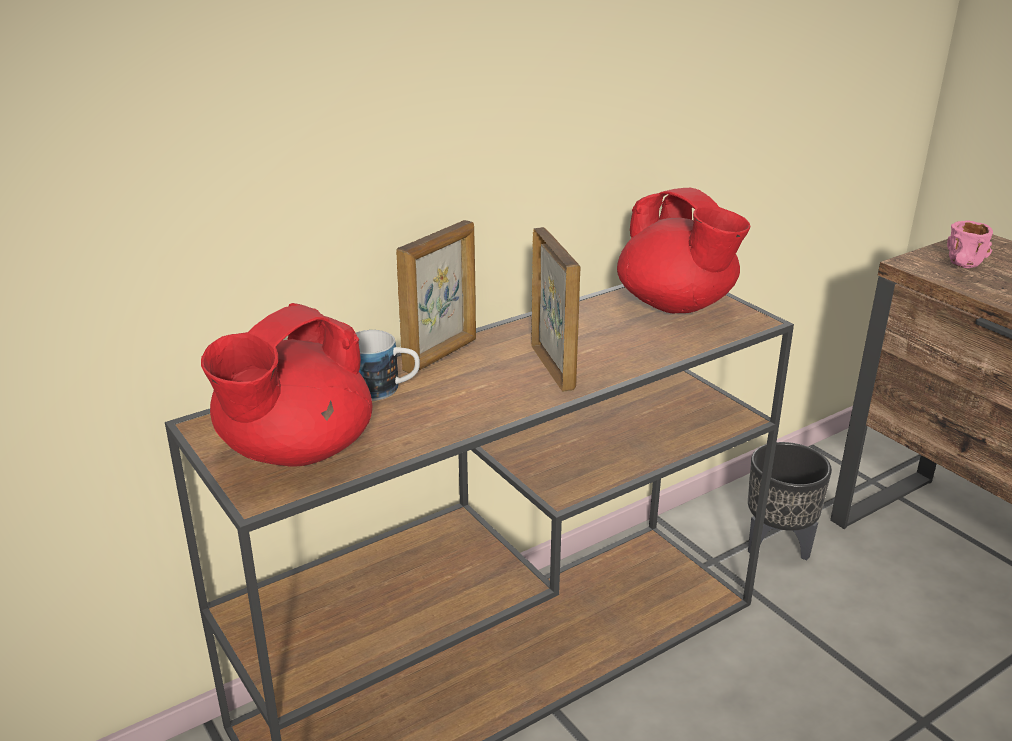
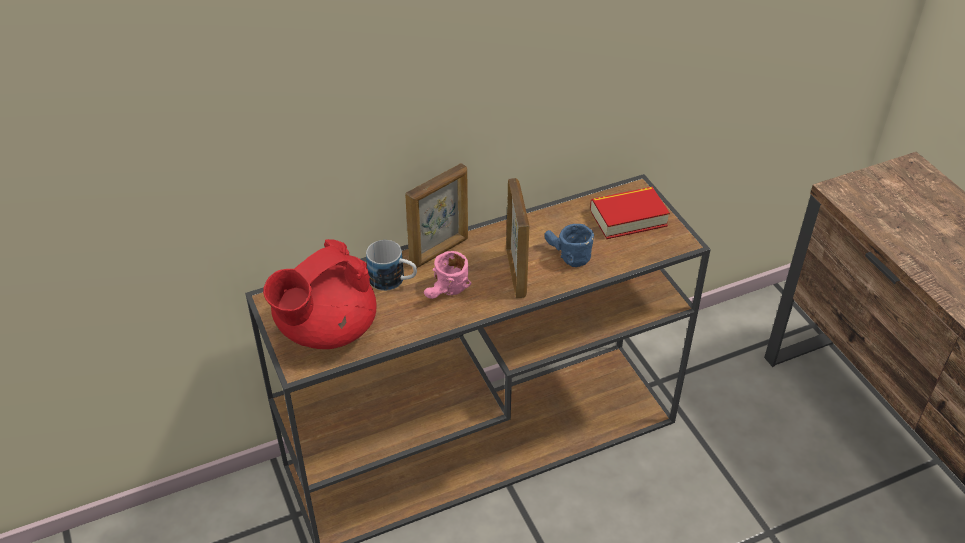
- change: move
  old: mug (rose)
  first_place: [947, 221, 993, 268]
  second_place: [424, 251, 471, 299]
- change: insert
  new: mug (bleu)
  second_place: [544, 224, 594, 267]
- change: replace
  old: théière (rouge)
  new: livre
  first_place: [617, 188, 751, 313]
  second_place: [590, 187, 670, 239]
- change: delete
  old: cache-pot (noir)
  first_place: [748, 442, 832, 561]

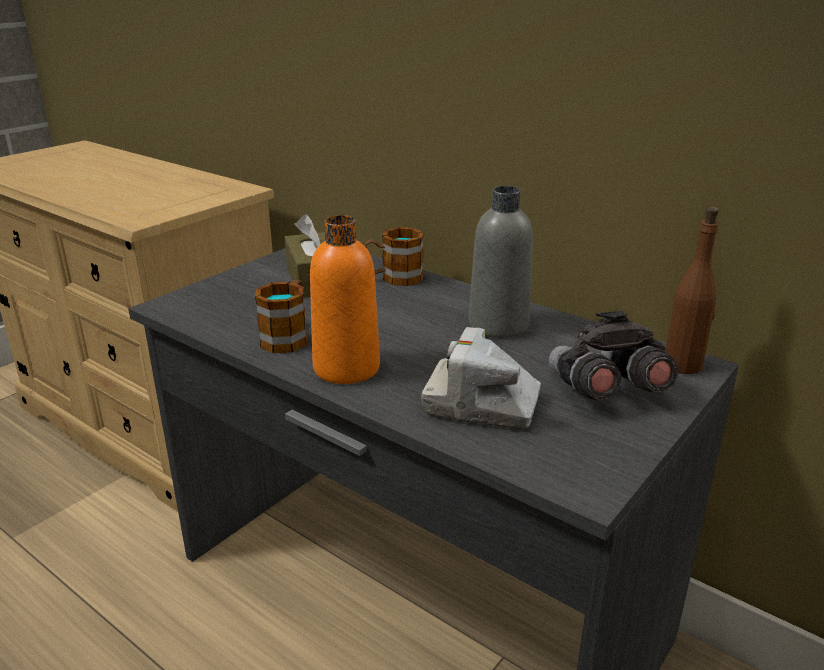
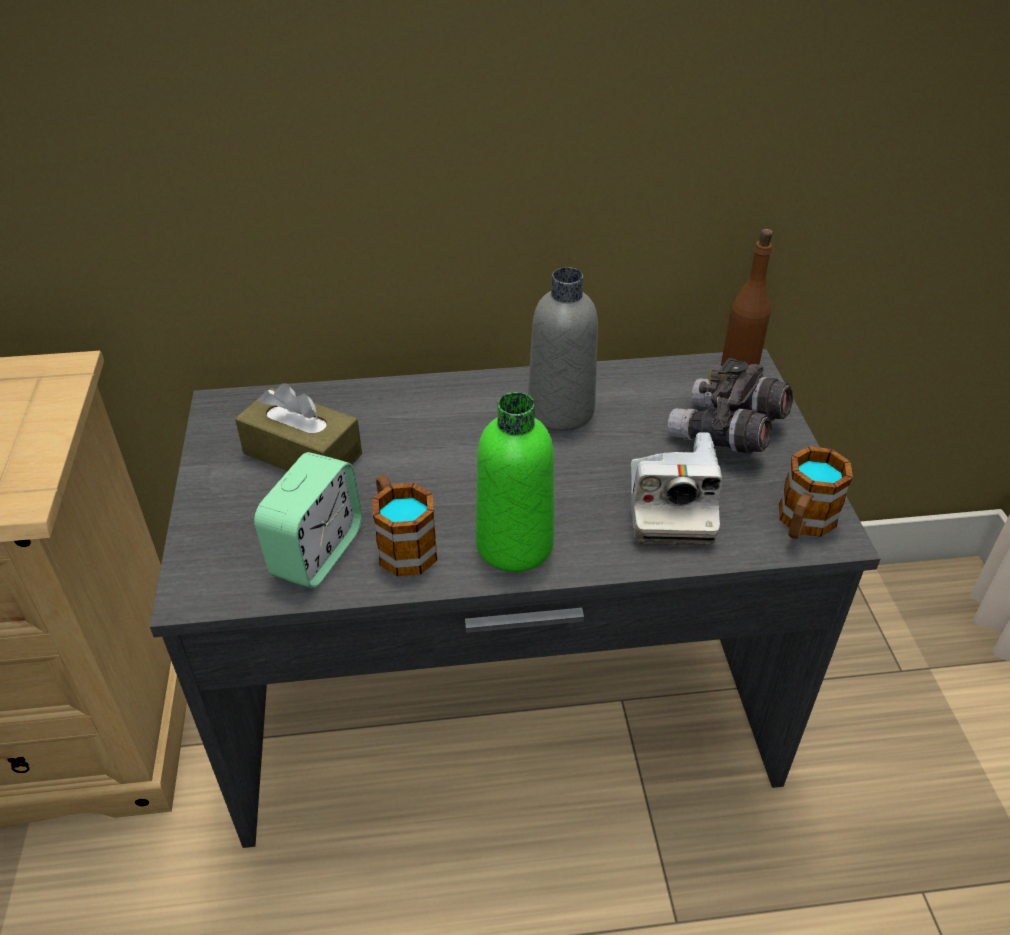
- change: insert
  new: réveil
  second_place: [254, 452, 362, 588]
- change: recolor
  old: bouteille (orange)
  new: bouteille (vert)
  first_place: [310, 215, 380, 384]
  second_place: [475, 392, 554, 572]
- change: rotate
  old: appareil photo
  first_place: [421, 327, 541, 429]
  second_place: [630, 432, 722, 546]
  degrees: -60
- change: move
  old: mug
  first_place: [364, 227, 424, 286]
  second_place: [779, 446, 853, 539]

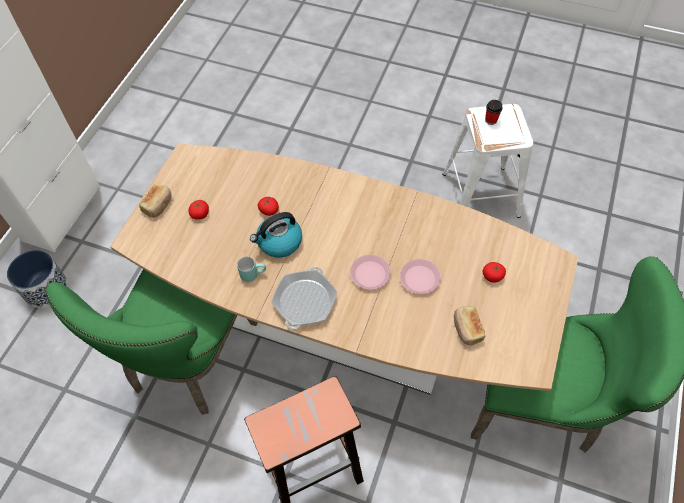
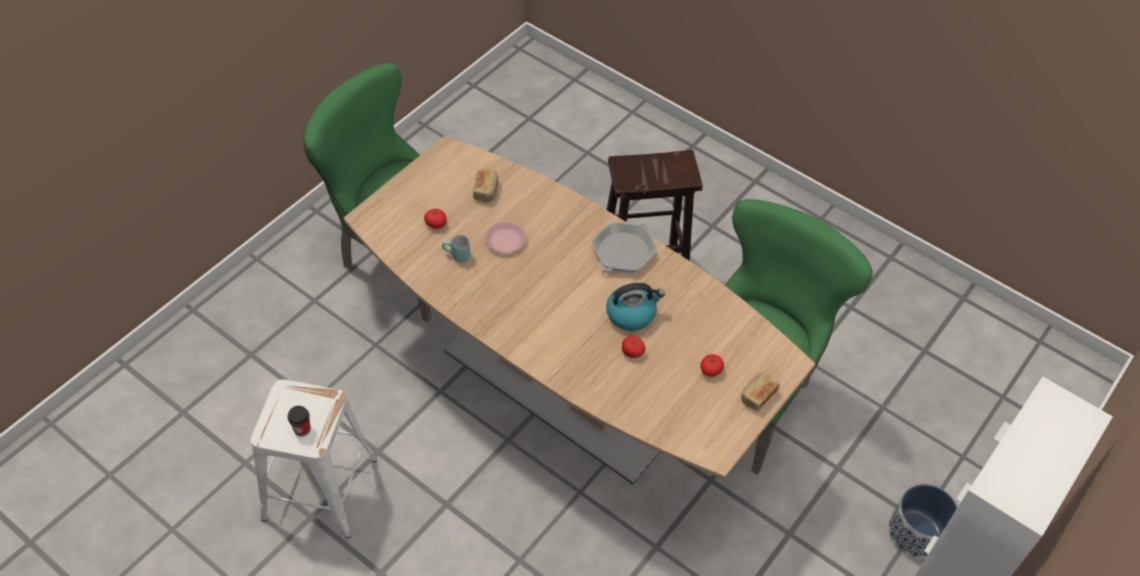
- change: move
  old: mug (turquoise)
  first_place: [237, 256, 266, 282]
  second_place: [442, 235, 470, 262]
- change: delete
  old: assiette (rose)
  first_place: [350, 255, 391, 290]

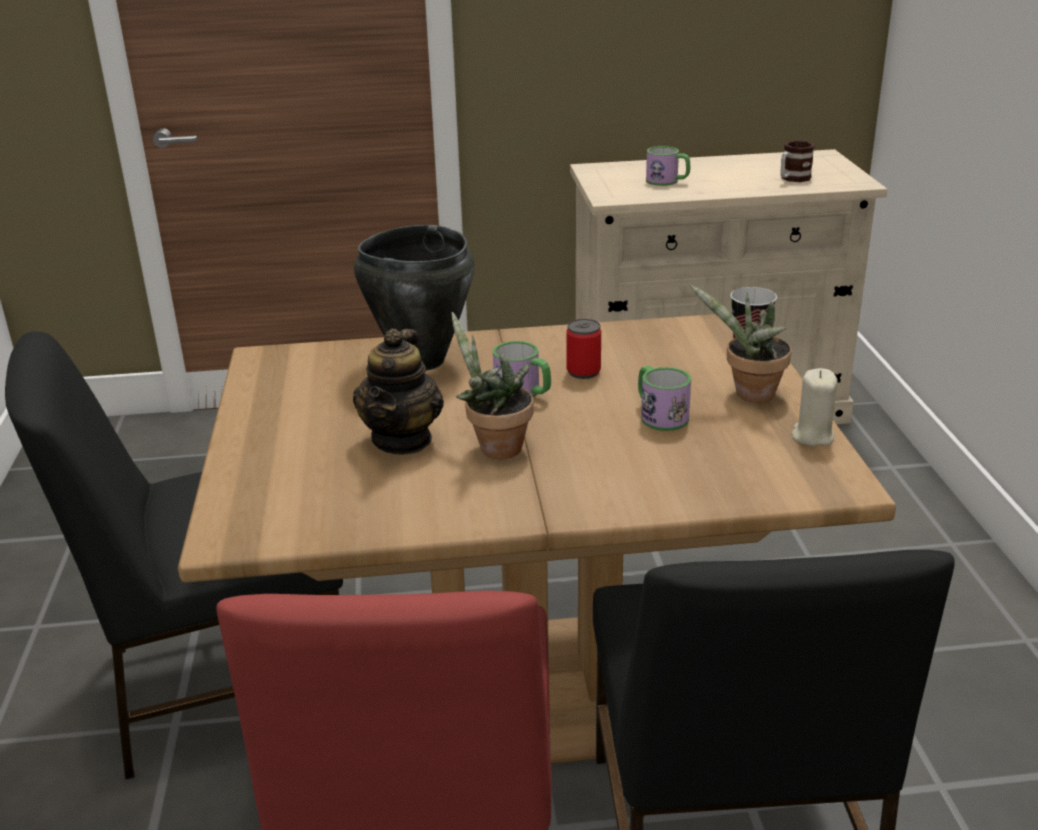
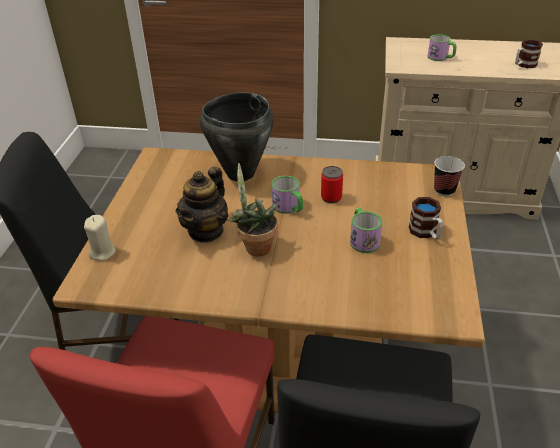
- change: move
  old: bougie (beige)
  first_place: [792, 368, 838, 446]
  second_place: [84, 215, 116, 261]
- change: replace
  old: plante en pot
  new: mug
  first_place: [689, 284, 791, 402]
  second_place: [409, 197, 443, 239]

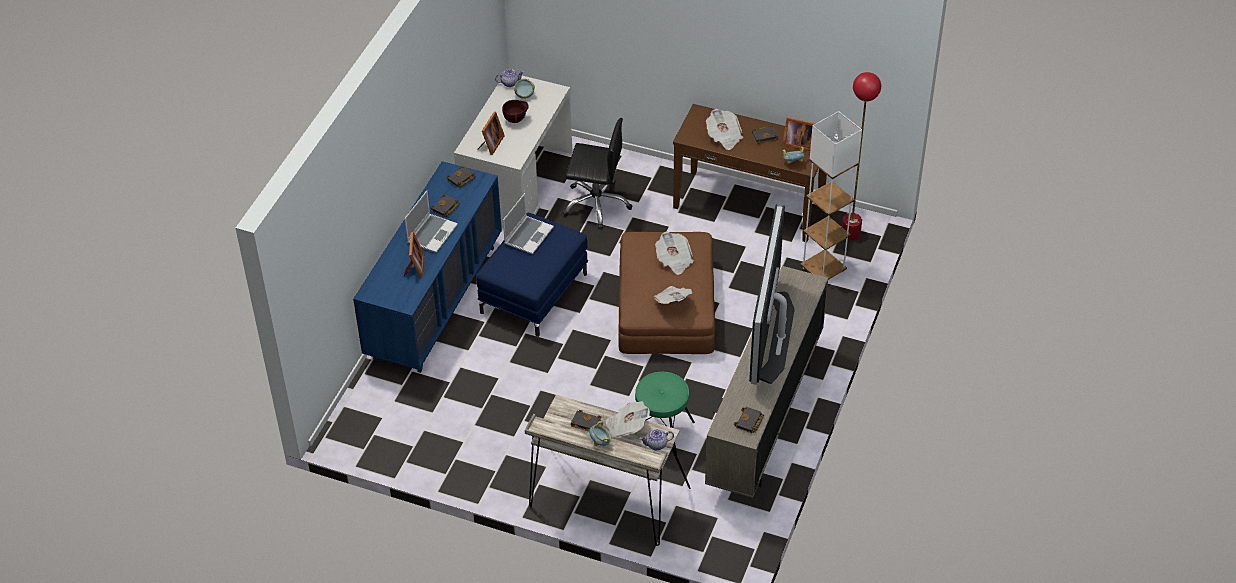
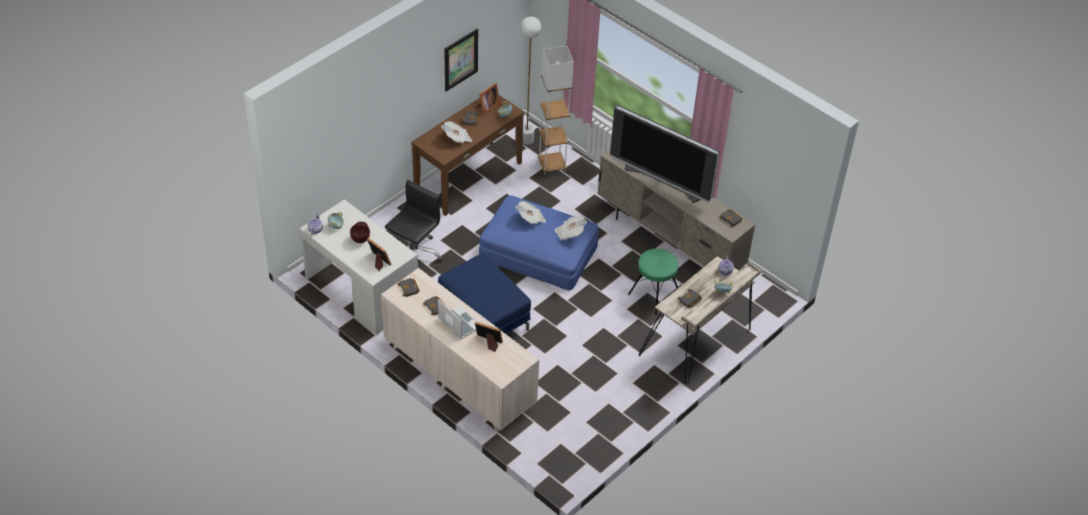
- change: recolor
  old: commode (bleu)
  new: commode (beige)
  first_place: [353, 161, 502, 373]
  second_place: [381, 268, 539, 432]
- change: insert
  new: tableau
  second_place: [444, 29, 478, 91]
- change: recolor
  old: pouf (marron)
  new: pouf (bleu)
  first_place: [618, 232, 715, 354]
  second_place: [479, 195, 599, 290]
- change: recolor
  old: lampadaire (rouge)
  new: lampadaire (blanc)
  first_place: [842, 72, 881, 240]
  second_place: [521, 16, 541, 145]
- change: delete
  old: ordinateur portable
  first_place: [503, 193, 554, 254]
- change: delete
  old: journal
  first_place: [605, 401, 650, 438]

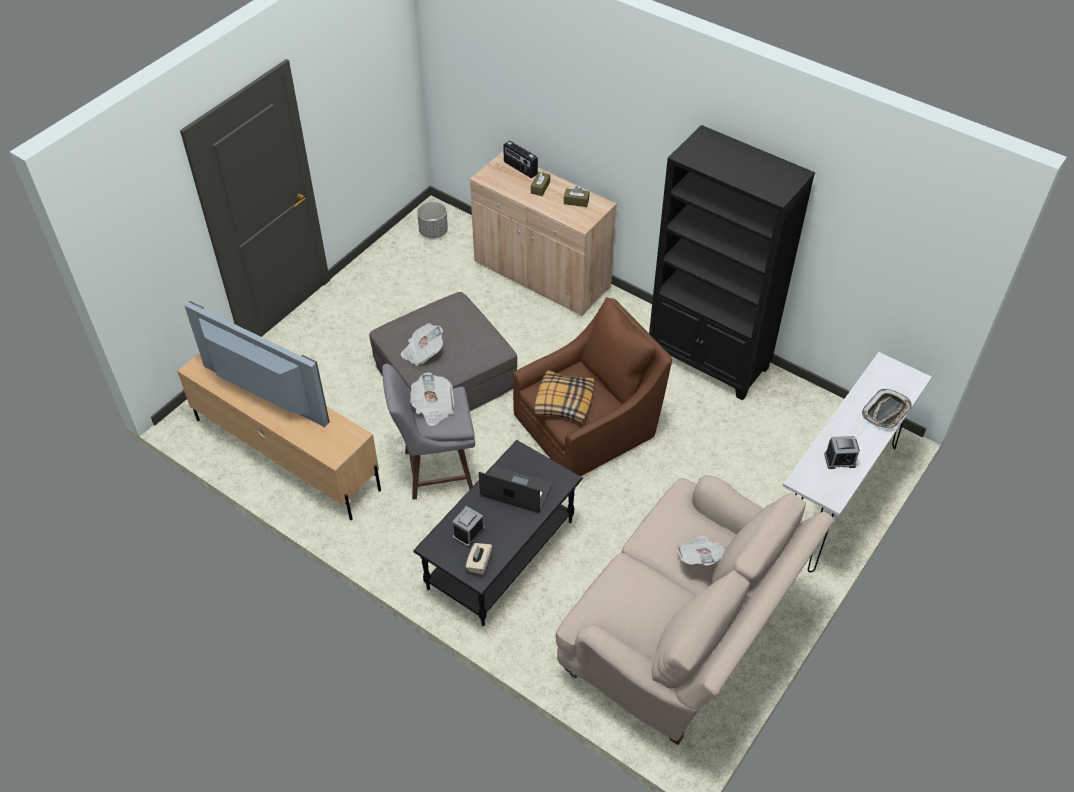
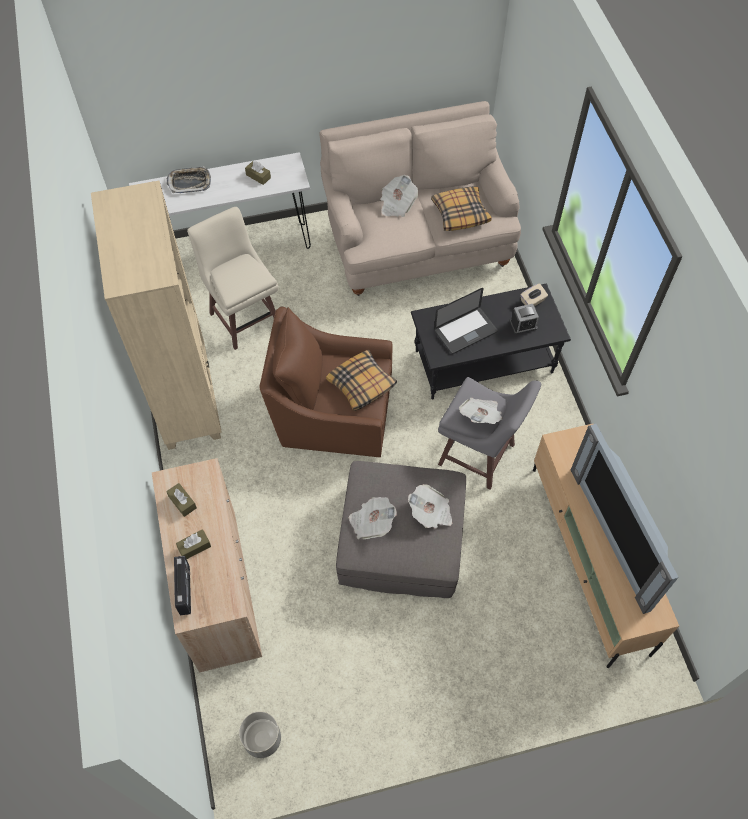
- change: recolor
  old: bibliothèque (noir)
  new: bibliothèque (beige)
  first_place: [649, 125, 815, 400]
  second_place: [91, 180, 222, 450]
- change: insert
  new: tabouret (beige)
  second_place: [187, 207, 279, 350]
- change: replace
  old: réveil
  new: boîte à mouchoirs (marron)
  first_place: [824, 436, 860, 469]
  second_place: [245, 161, 271, 185]
- change: insert
  new: journal
  second_place: [349, 497, 397, 539]
- change: insert
  new: coussin
  second_place: [431, 186, 492, 231]
- change: rotate
  old: ordinateur portable
  first_place: [479, 466, 552, 513]
  second_place: [434, 288, 498, 354]
  degrees: -90

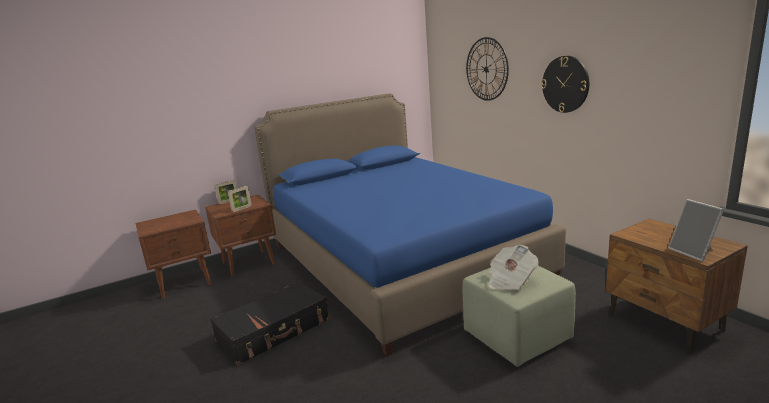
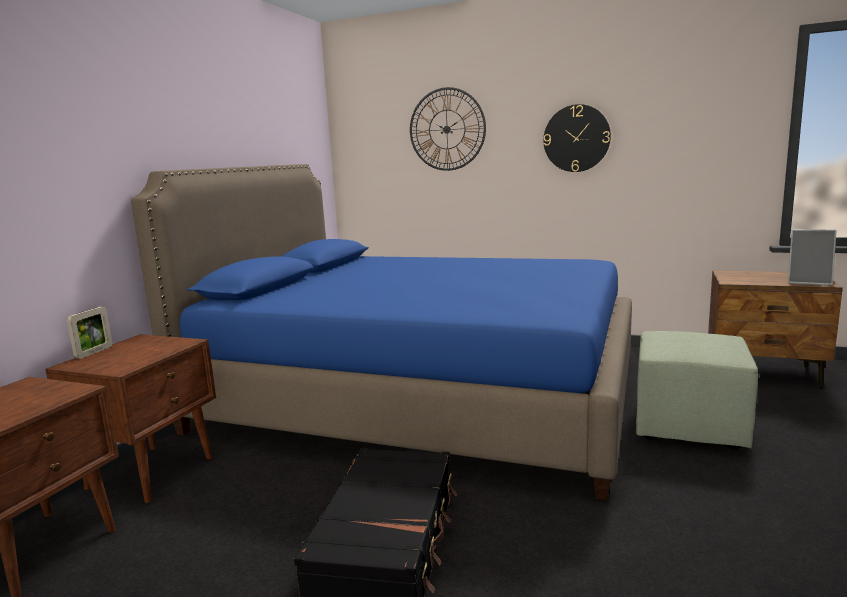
- change: delete
  old: cadre photo
  first_place: [228, 186, 252, 212]
- change: delete
  old: journal
  first_place: [488, 245, 539, 290]

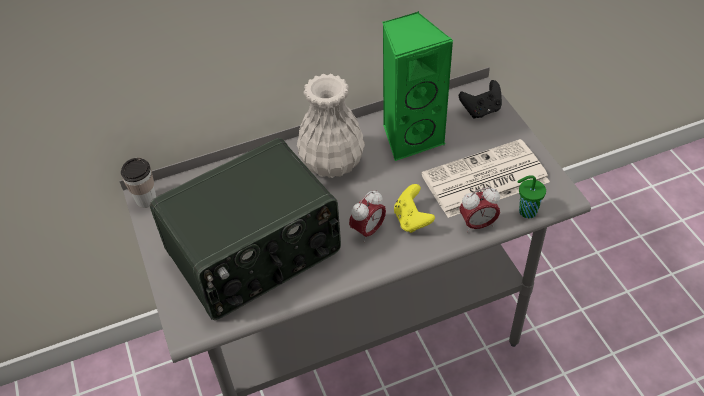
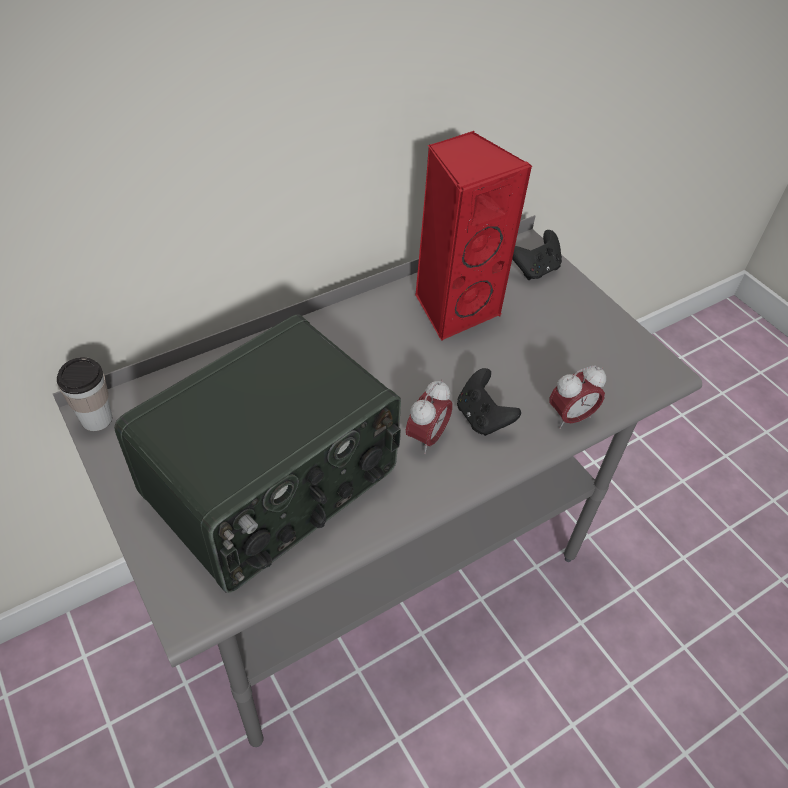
- change: recolor
  old: enceinte (vert)
  new: enceinte (rouge)
  first_place: [382, 11, 453, 161]
  second_place: [415, 131, 532, 341]
- change: recolor
  old: manette (jaune)
  new: manette (noir)
  first_place: [394, 184, 435, 233]
  second_place: [457, 368, 521, 436]
- change: delete
  old: vase (blanc)
  first_place: [297, 74, 365, 178]
- change: delete
  old: journal
  first_place: [421, 139, 550, 218]
- change: delete
  old: tasse (vert)
  first_place: [518, 175, 546, 218]

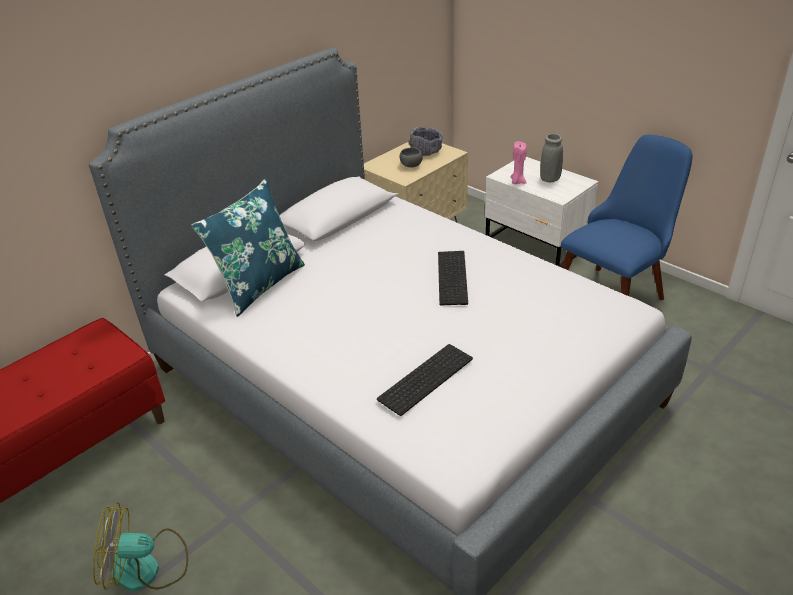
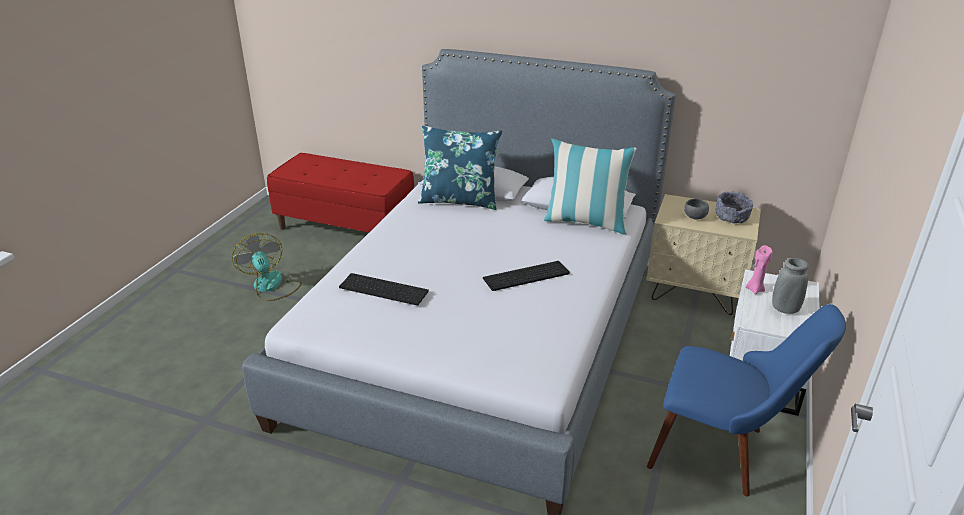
- change: insert
  new: coussin
  second_place: [544, 139, 637, 235]

